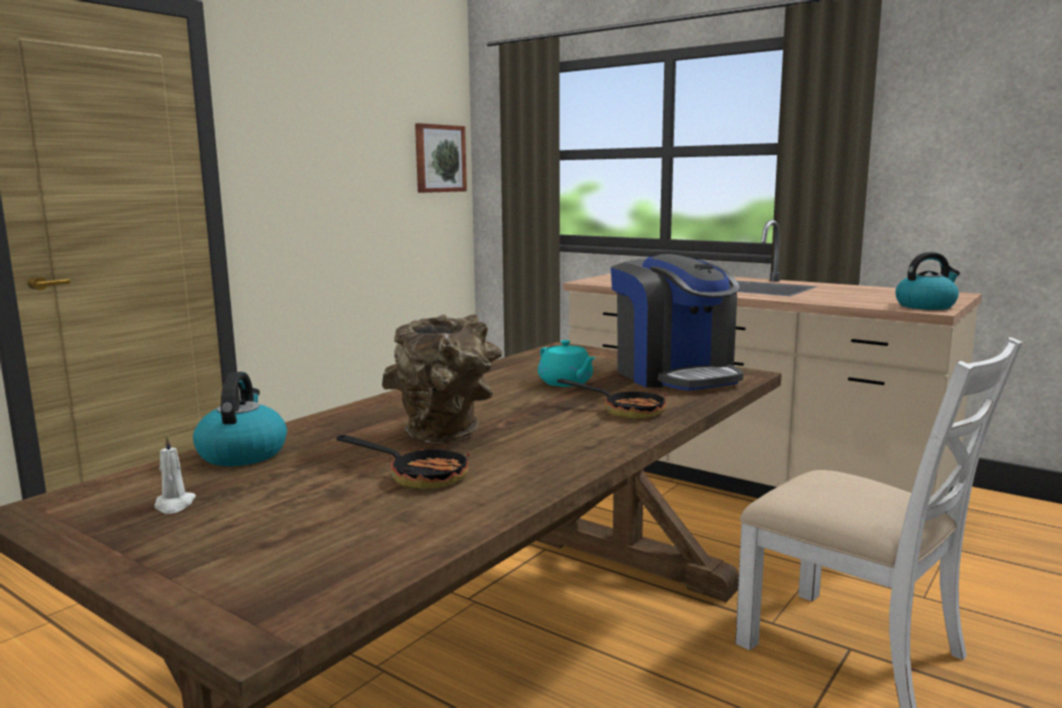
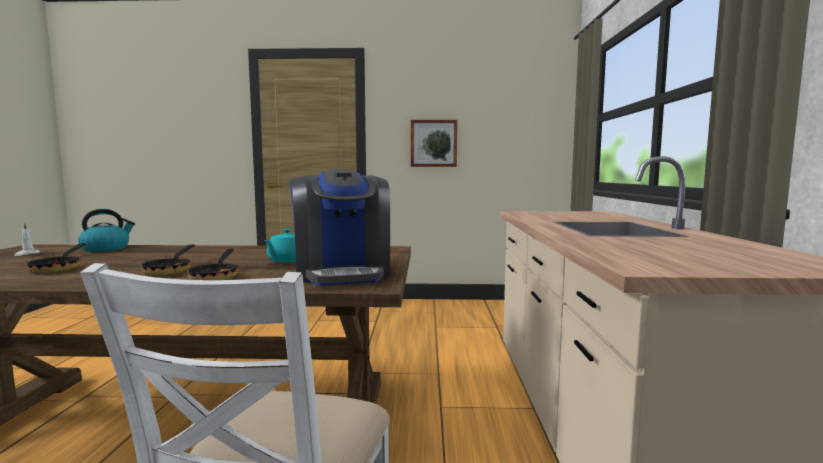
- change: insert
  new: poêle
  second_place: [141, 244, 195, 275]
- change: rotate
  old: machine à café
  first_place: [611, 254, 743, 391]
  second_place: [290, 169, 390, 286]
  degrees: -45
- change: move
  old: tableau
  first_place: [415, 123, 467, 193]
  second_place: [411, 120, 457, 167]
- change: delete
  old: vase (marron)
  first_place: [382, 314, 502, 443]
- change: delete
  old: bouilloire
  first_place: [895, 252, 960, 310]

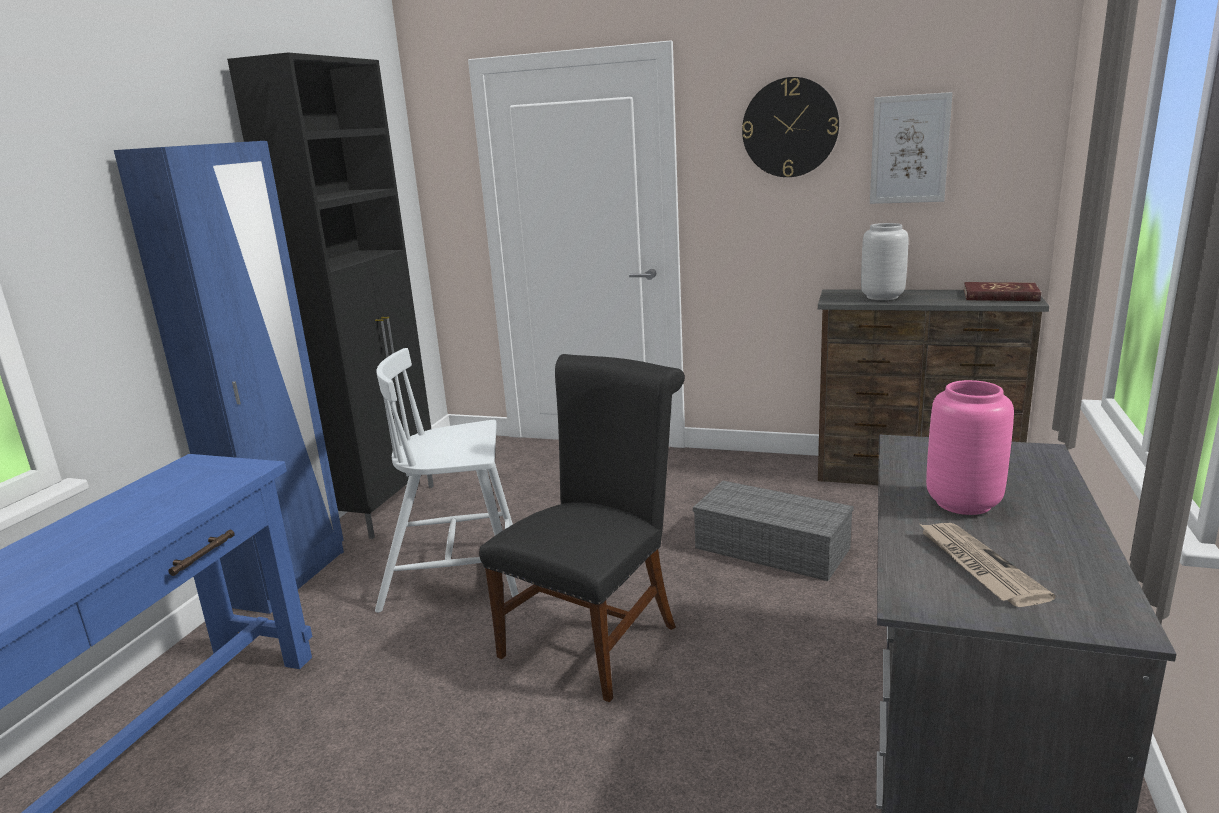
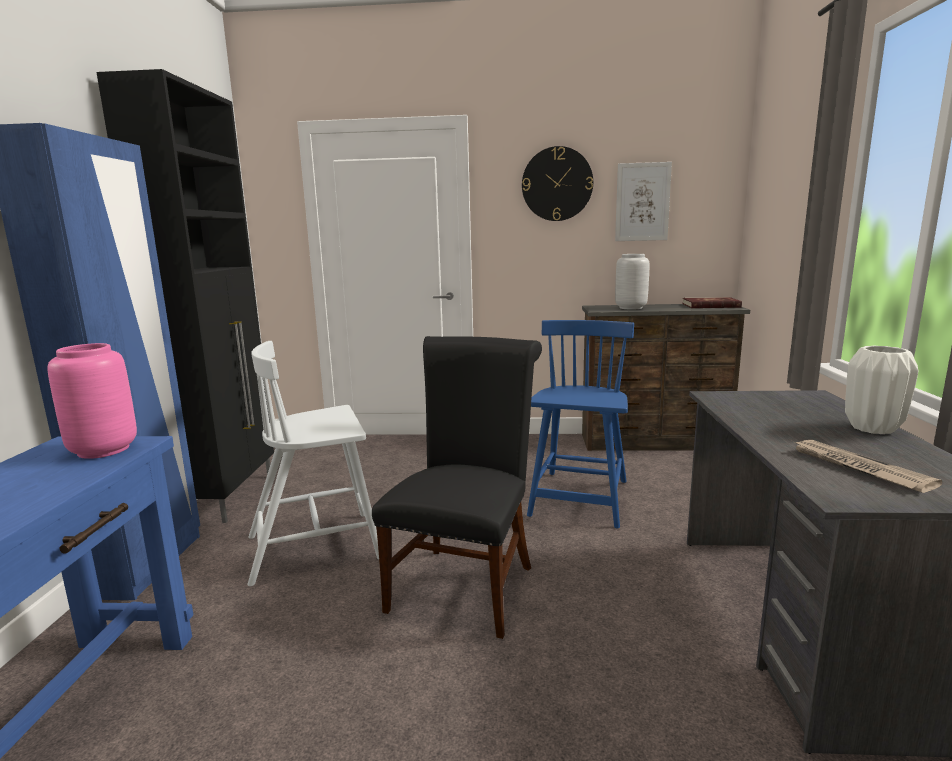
- change: move
  old: vase (rose)
  first_place: [926, 380, 1014, 515]
  second_place: [47, 343, 137, 459]
- change: replace
  old: boîte de rangement (gris)
  new: chaise (bleu)
  first_place: [693, 481, 854, 581]
  second_place: [527, 320, 634, 529]
- change: insert
  new: vase (blanc)
  second_place: [845, 346, 919, 434]

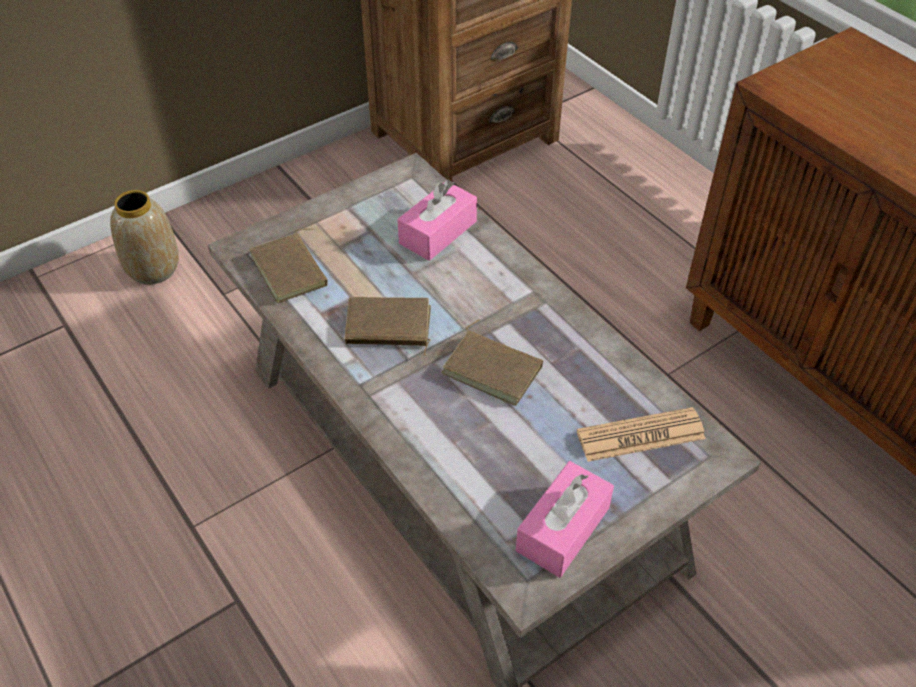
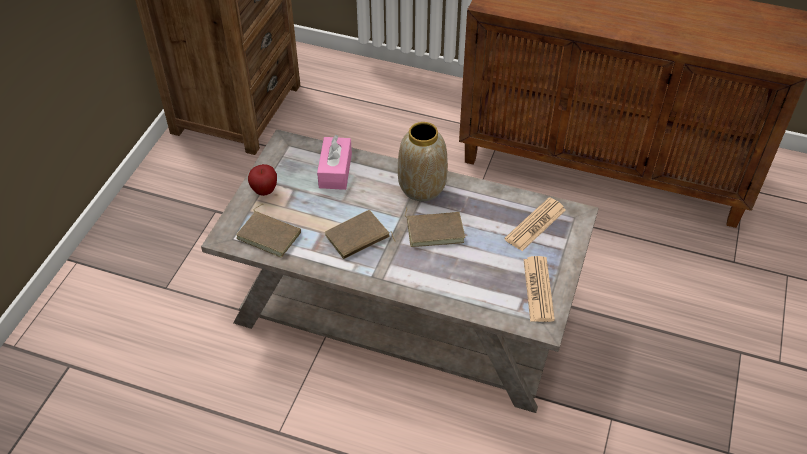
- change: insert
  new: pomme
  second_place: [248, 164, 277, 196]
- change: move
  old: vase
  first_place: [110, 190, 179, 285]
  second_place: [398, 122, 448, 201]
- change: replace
  old: boîte à mouchoirs (rose)
  new: journal
  first_place: [516, 461, 614, 578]
  second_place: [524, 256, 555, 322]

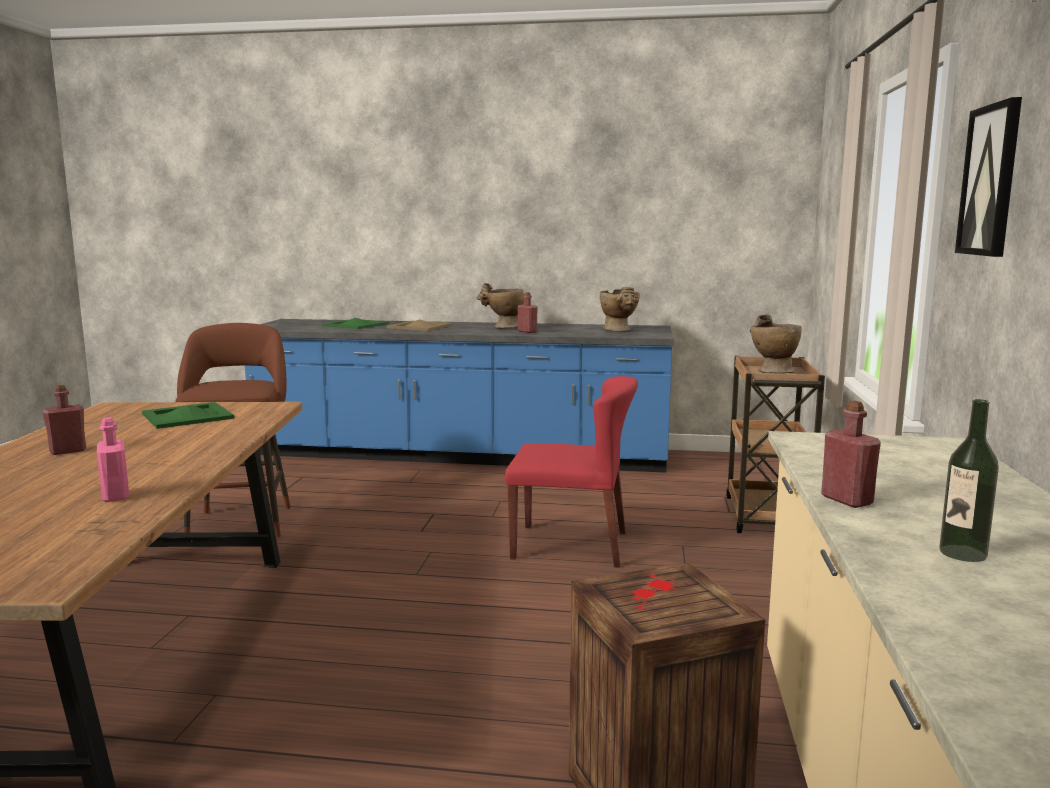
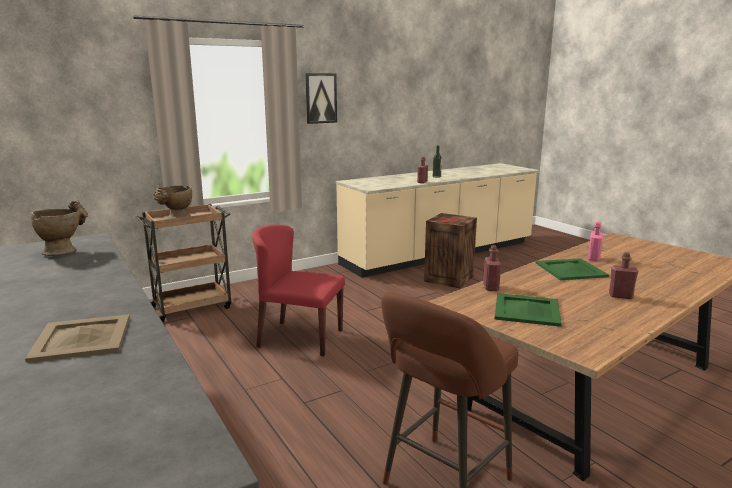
- change: rotate
  old: chaise (rouge)
  first_place: [505, 376, 638, 568]
  second_place: [252, 224, 345, 356]
  degrees: -45
- change: move
  old: bouteille (rouge)
  first_place: [518, 292, 538, 333]
  second_place: [483, 245, 501, 291]
- change: move
  old: plateau (vert)
  first_place: [322, 318, 389, 329]
  second_place: [536, 258, 609, 280]
- change: delete
  old: vase (beige)
  first_place: [477, 283, 524, 329]

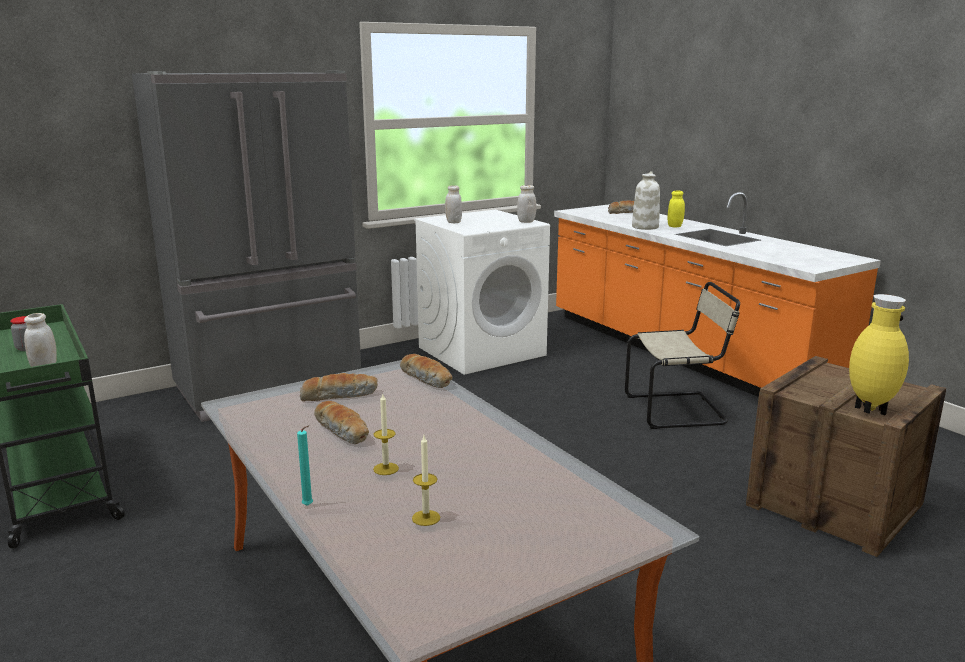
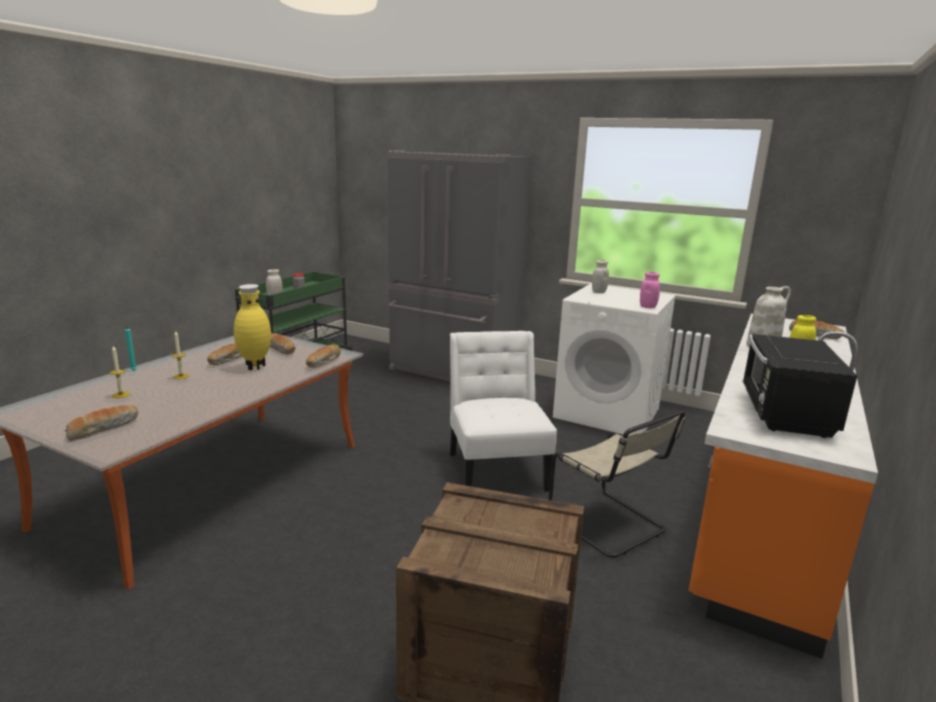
- change: insert
  new: pain
  second_place: [65, 405, 138, 441]
- change: move
  old: vase (jaune)
  first_place: [849, 294, 909, 415]
  second_place: [234, 284, 271, 370]
- change: insert
  new: chaise (blanc)
  second_place: [450, 331, 557, 492]
- change: recolor
  old: bocal (blanc)
  new: bocal (rose)
  first_place: [517, 185, 536, 223]
  second_place: [640, 272, 660, 308]
- change: insert
  new: micro-ondes (noir)
  second_place: [743, 334, 857, 438]

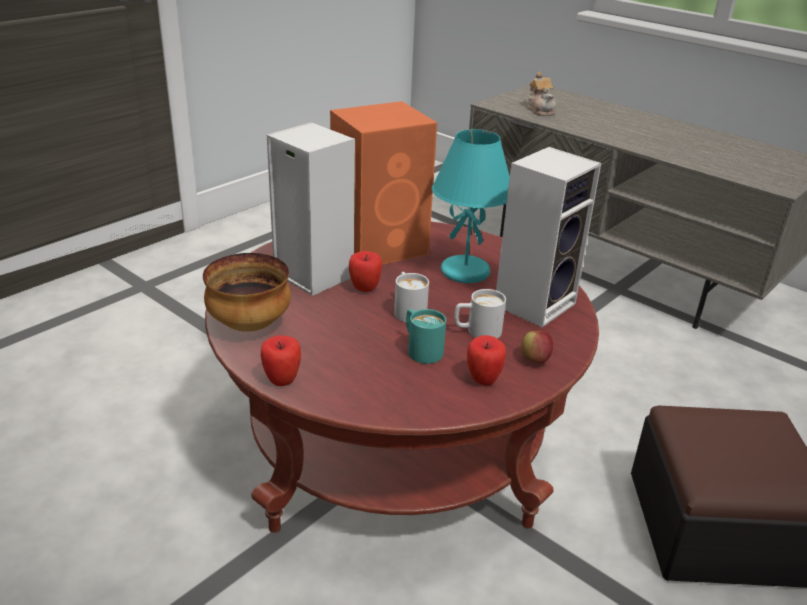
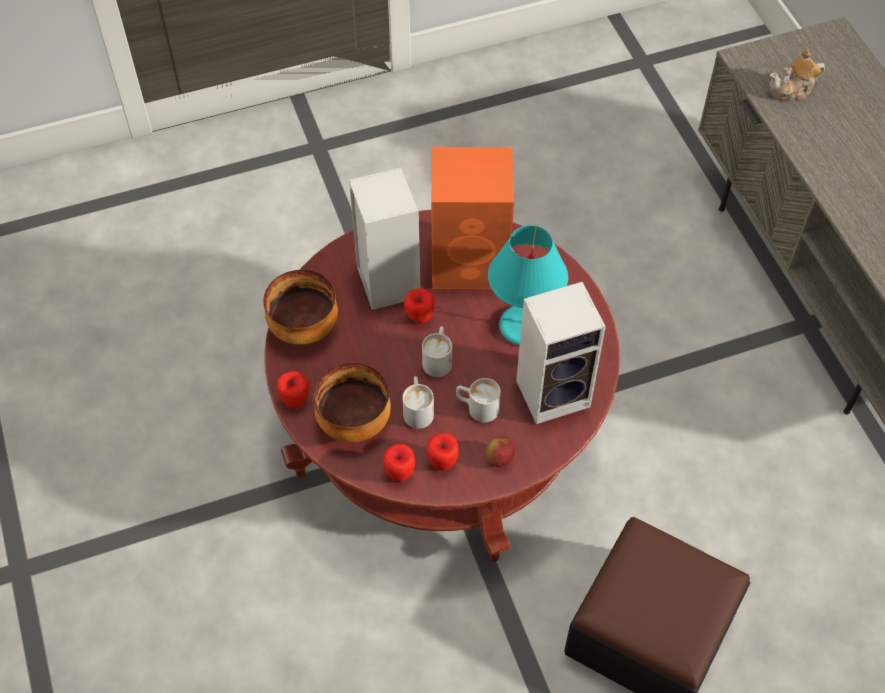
- change: insert
  new: bol
  second_place: [313, 363, 391, 442]
- change: insert
  new: pomme
  second_place: [383, 444, 415, 482]
- change: recolor
  old: mug (turquoise)
  new: mug (blanc)
  first_place: [406, 309, 446, 364]
  second_place: [402, 376, 434, 429]
- change: rotate
  old: théière
  first_place: [528, 72, 556, 116]
  second_place: [770, 50, 825, 101]
  degrees: 60

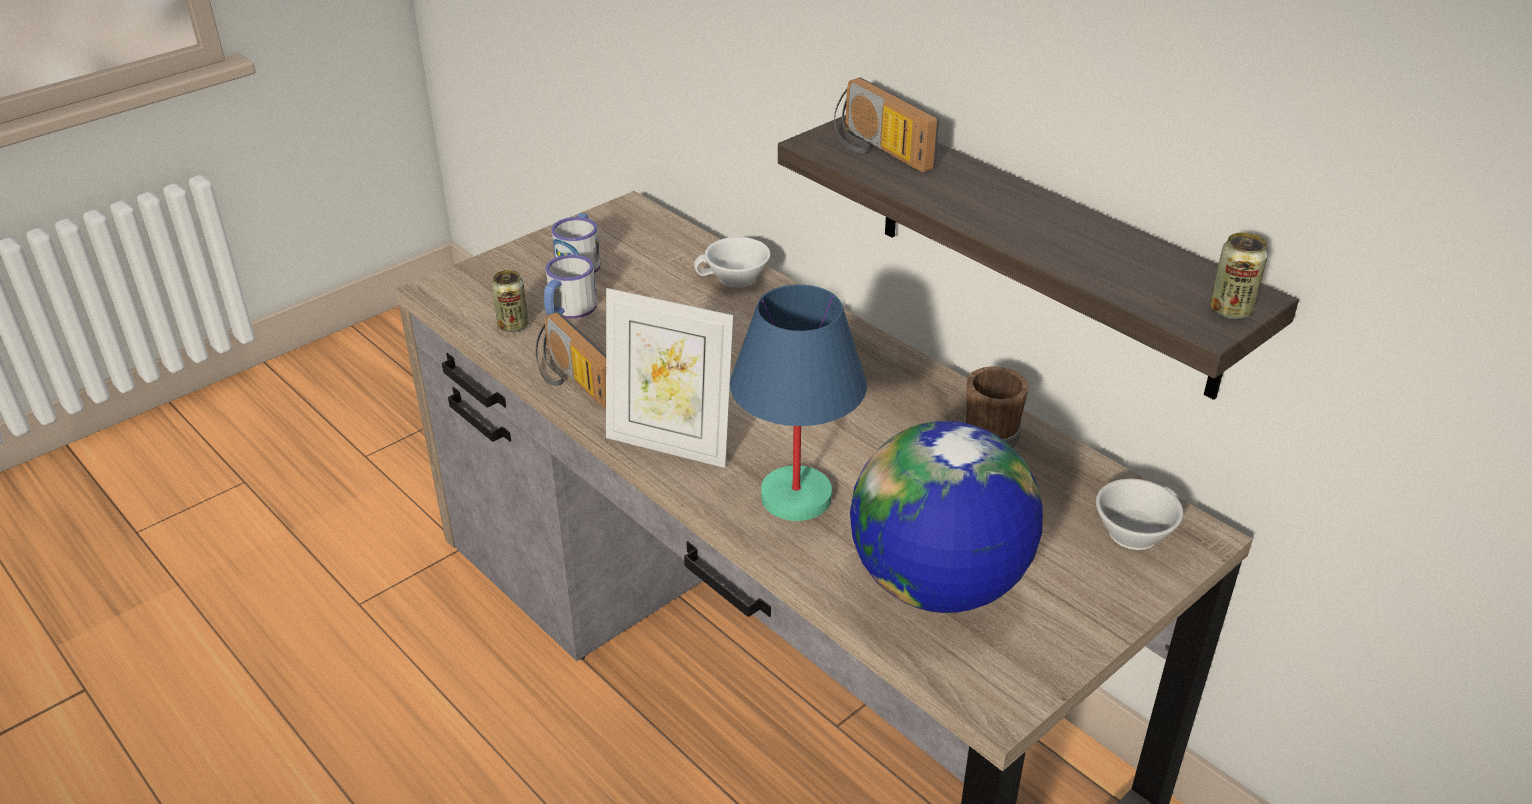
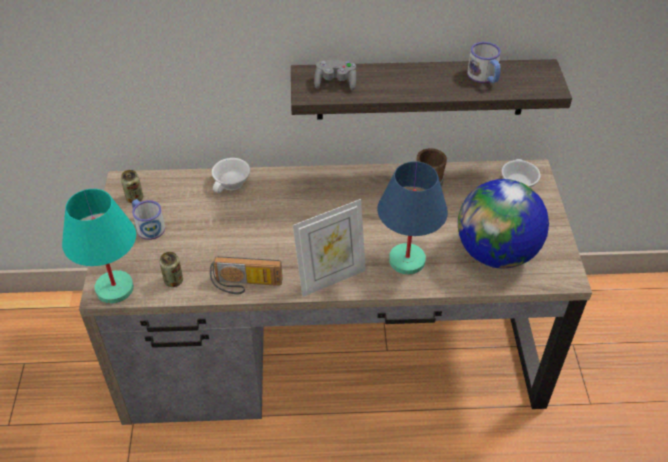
- change: insert
  new: lampe de table (turquoise)
  second_place: [62, 189, 136, 303]
- change: move
  old: boîte métallique
  first_place: [1209, 233, 1268, 319]
  second_place: [121, 170, 143, 203]
- change: replace
  old: radio
  new: manette (gris)
  first_place: [834, 77, 939, 173]
  second_place: [314, 60, 356, 91]
- change: move
  old: mug
  first_place: [544, 254, 597, 318]
  second_place: [467, 42, 501, 83]

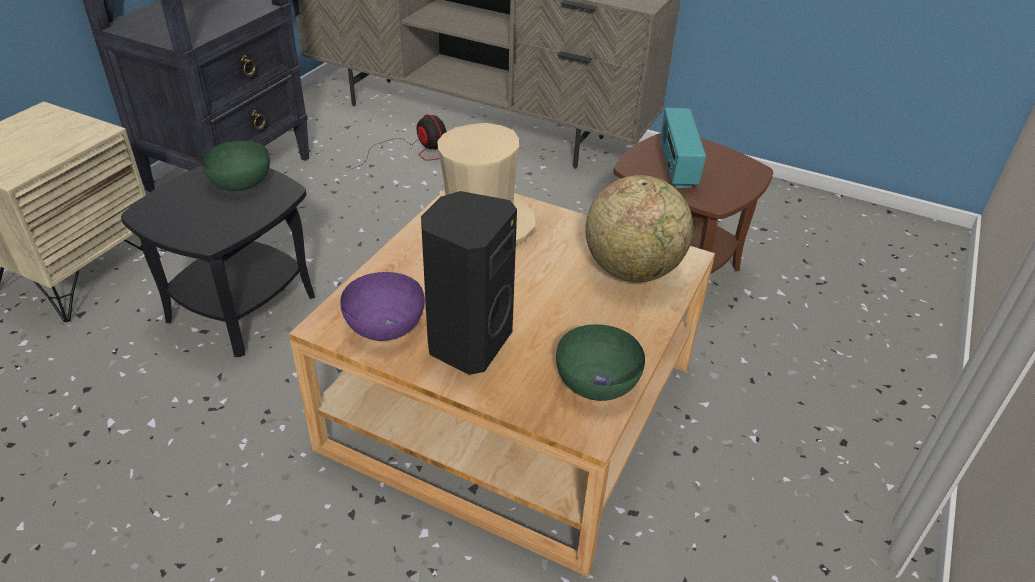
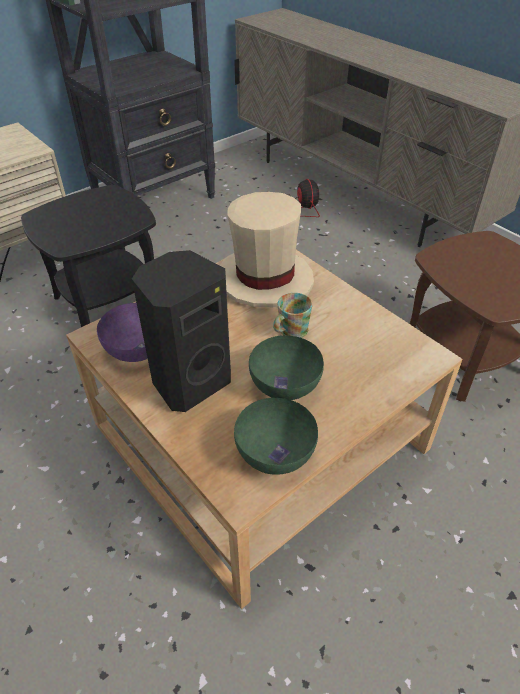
- change: move
  old: bol (vert)
  first_place: [201, 141, 270, 191]
  second_place: [249, 335, 324, 400]
- change: insert
  new: mug
  second_place: [273, 293, 313, 338]
- change: delete
  old: globe
  first_place: [585, 175, 693, 282]
- change: delete
  old: radio
  first_place: [660, 108, 706, 188]

